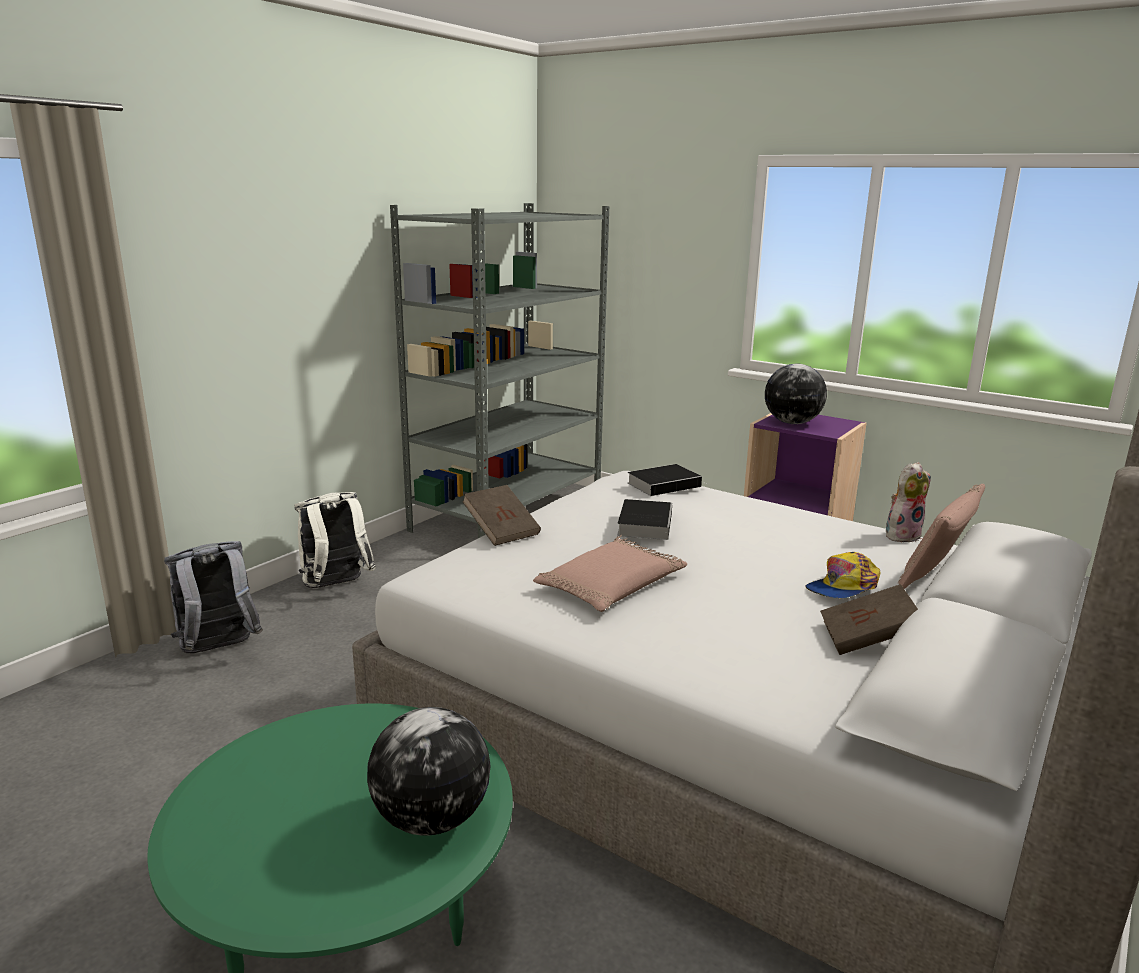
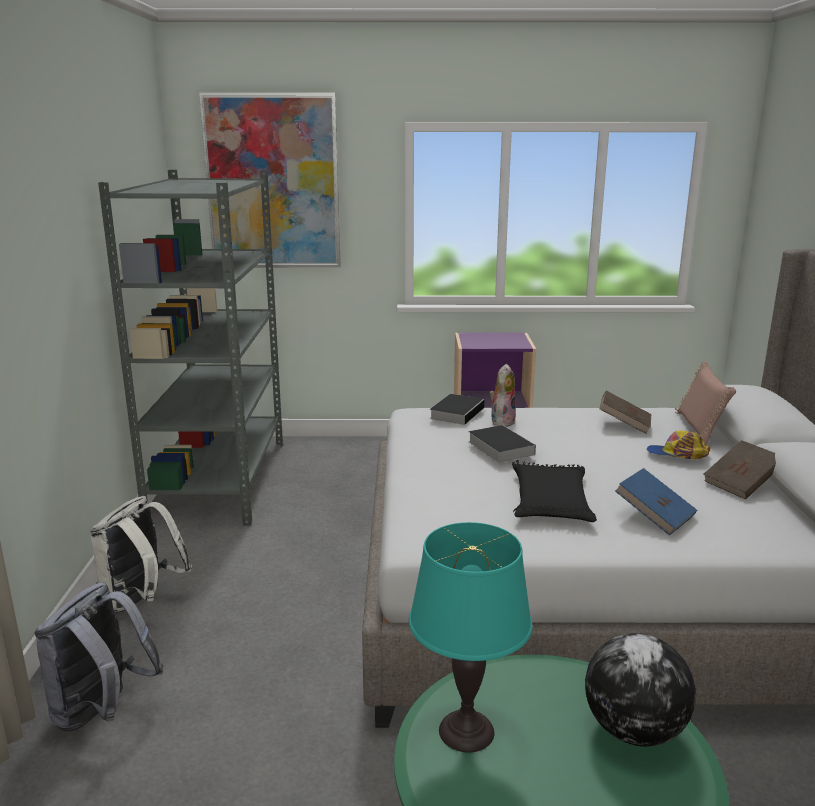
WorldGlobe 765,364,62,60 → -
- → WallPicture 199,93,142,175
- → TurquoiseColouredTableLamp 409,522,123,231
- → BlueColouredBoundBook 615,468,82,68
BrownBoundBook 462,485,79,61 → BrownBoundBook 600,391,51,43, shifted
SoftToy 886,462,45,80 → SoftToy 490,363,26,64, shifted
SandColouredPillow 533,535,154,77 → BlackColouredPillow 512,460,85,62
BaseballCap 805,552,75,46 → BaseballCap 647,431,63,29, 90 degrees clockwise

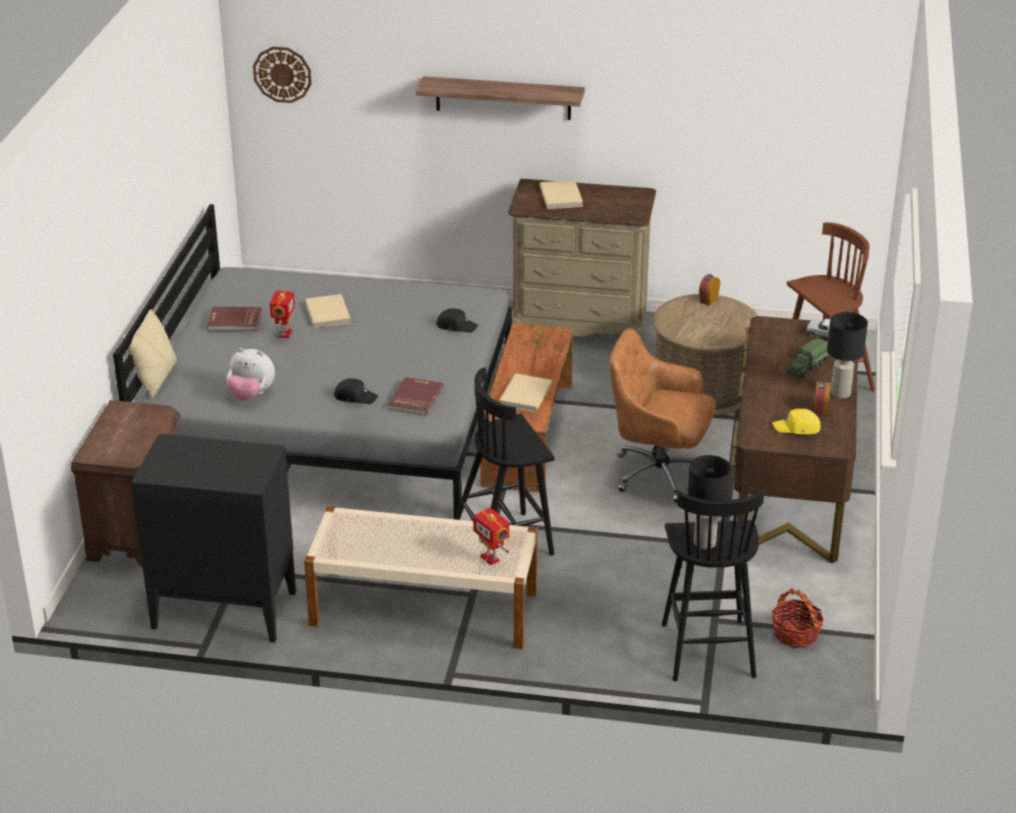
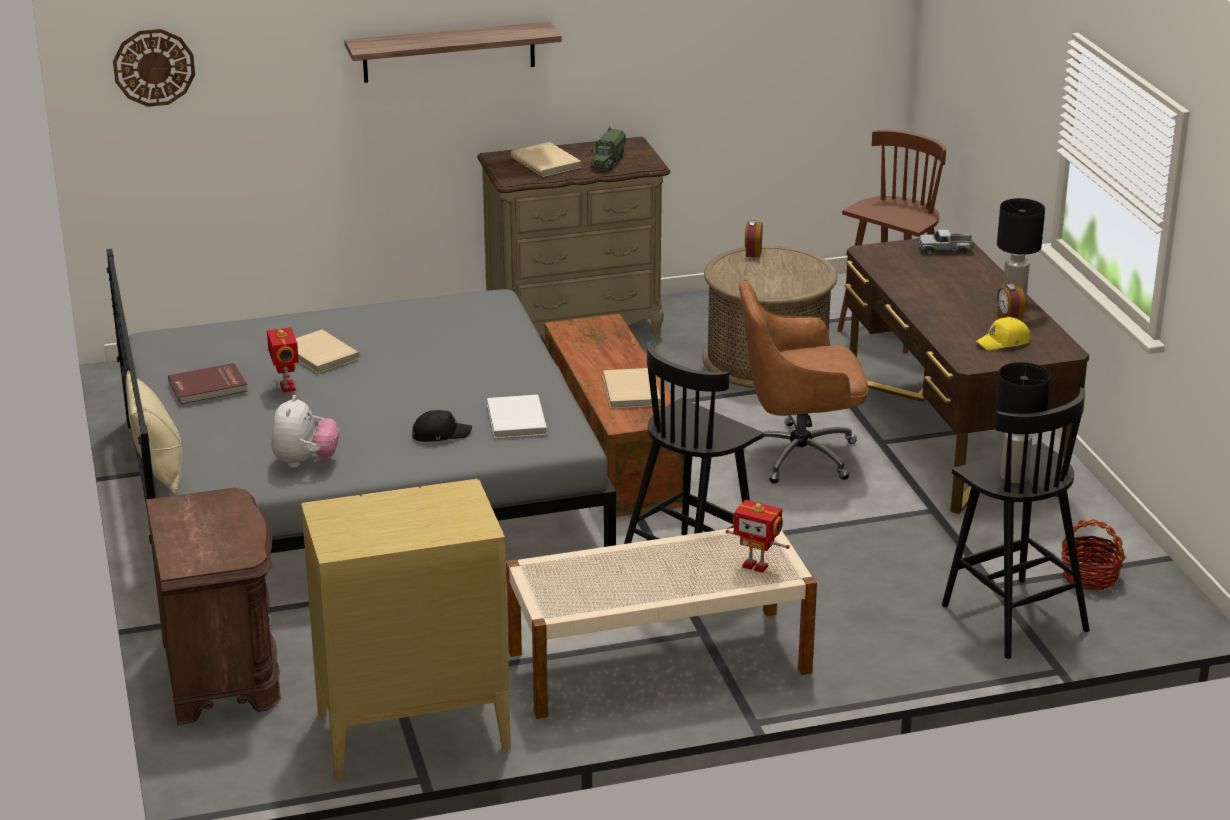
BlackColouredBaseballCap 436,308,42,25 → -
ToyTruck 786,336,43,41 → ToyTruck 590,126,36,44, shifted
BlackColouredDrawerChest 131,434,165,209 → SandColouredDrawerChest 301,479,210,300
RedColouredBoundBook 388,377,55,39 → WhiteBoundBook 487,395,60,43
SoftToy 226,348,49,53 → SoftToy 271,395,68,73, 75 degrees counterclockwise

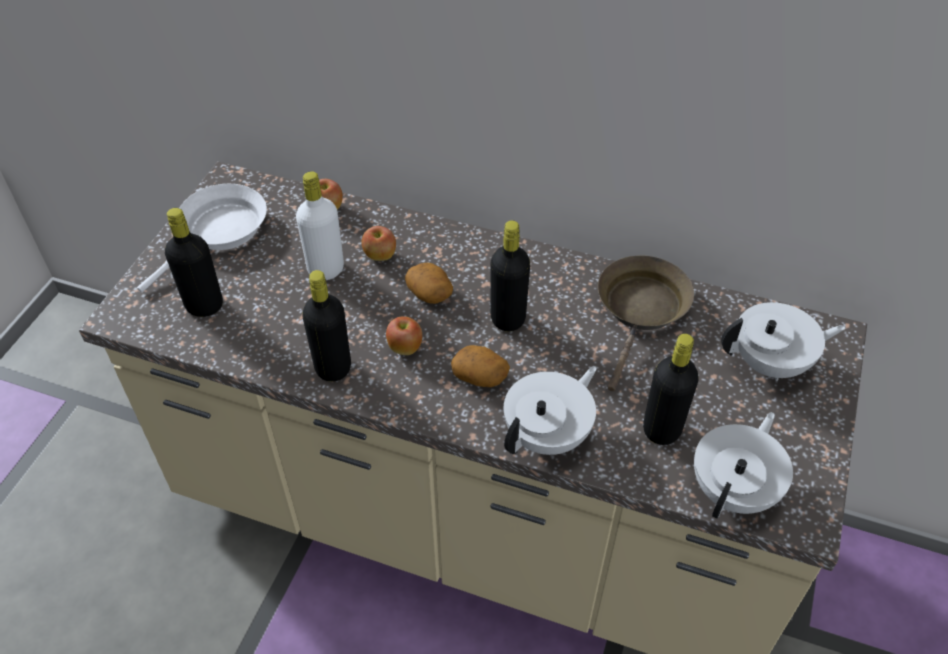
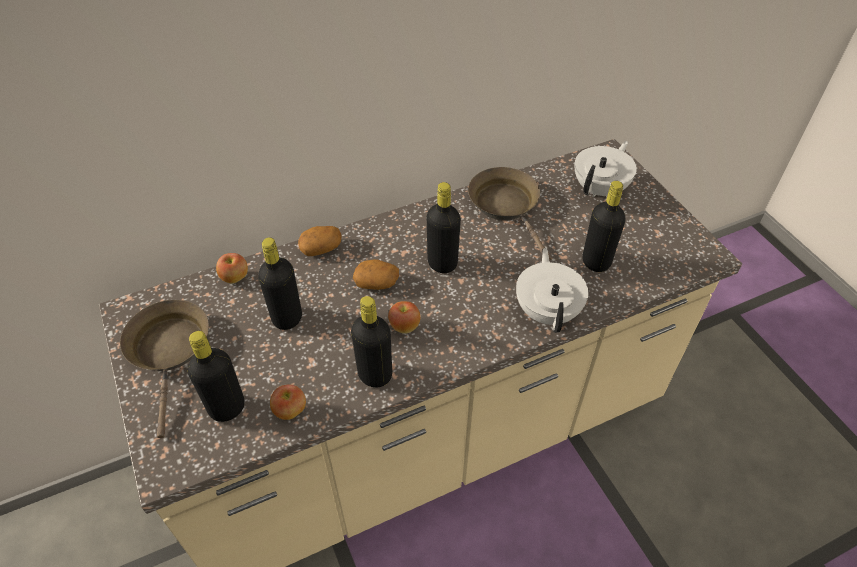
WhiteTeapot 694,412,99,107 → -
Apple 362,226,34,35 → Apple 270,384,36,36, shifted
WholePotato 451,345,59,42 → WholePotato 298,226,44,30, shifted
WhiteSkillet 137,184,130,109 → BrownSkillet 120,300,89,138
WhiteBeverageBottle 296,171,48,109 → BlackColouredBeverageBottle 258,237,44,93

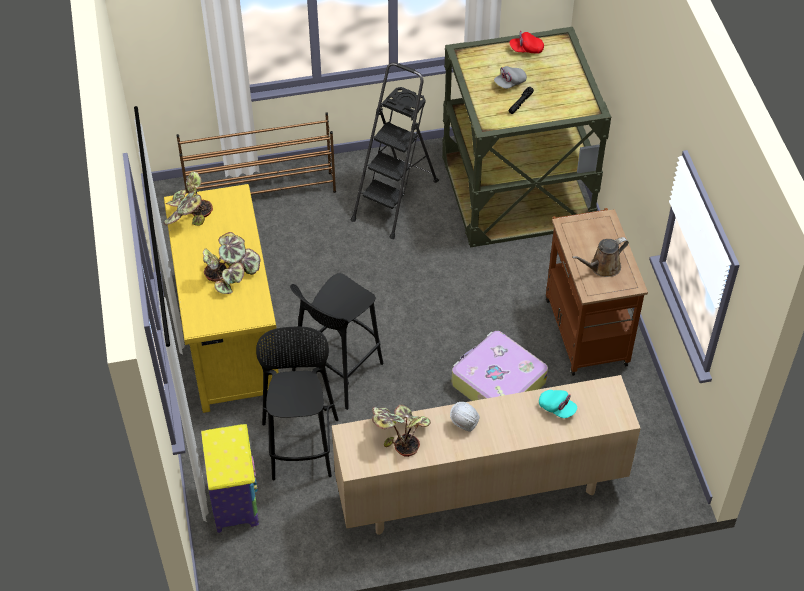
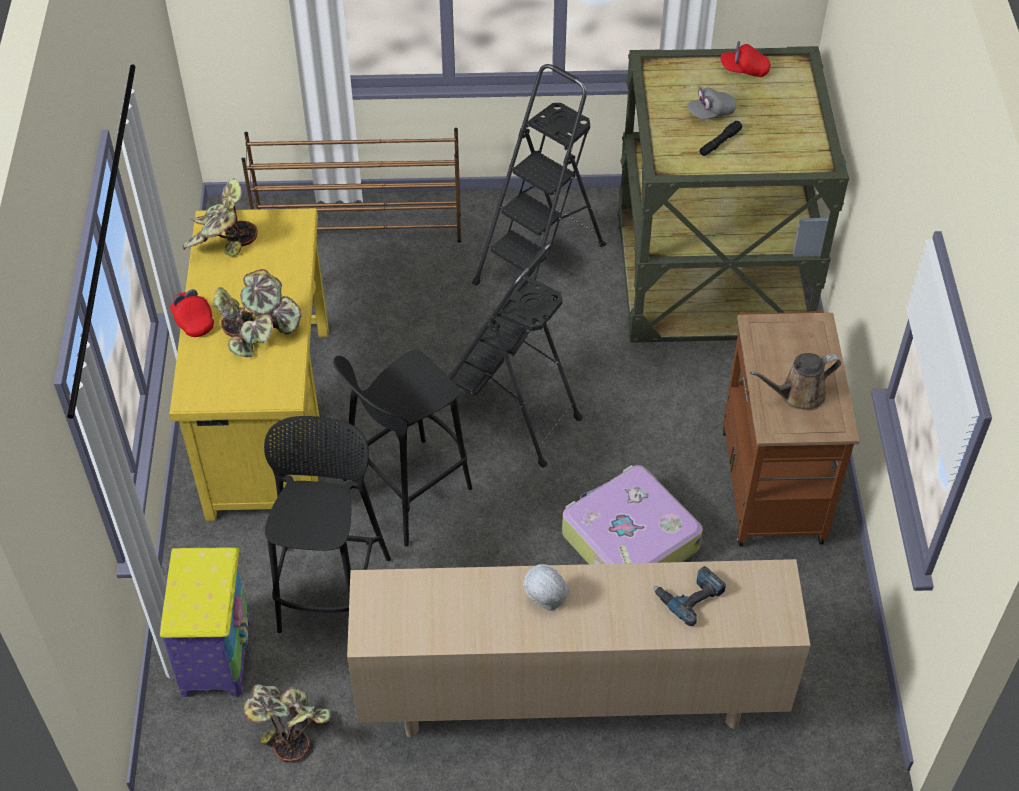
- → RedColouredBaseballCap 170,289,44,48
- → StepLadder 448,242,135,225
PlantInAPot 372,405,59,52 → PlantInAPot 243,684,88,78, shifted
TurquoiseColouredBaseballCap 539,390,38,28 → ElectricDrill 653,566,73,60

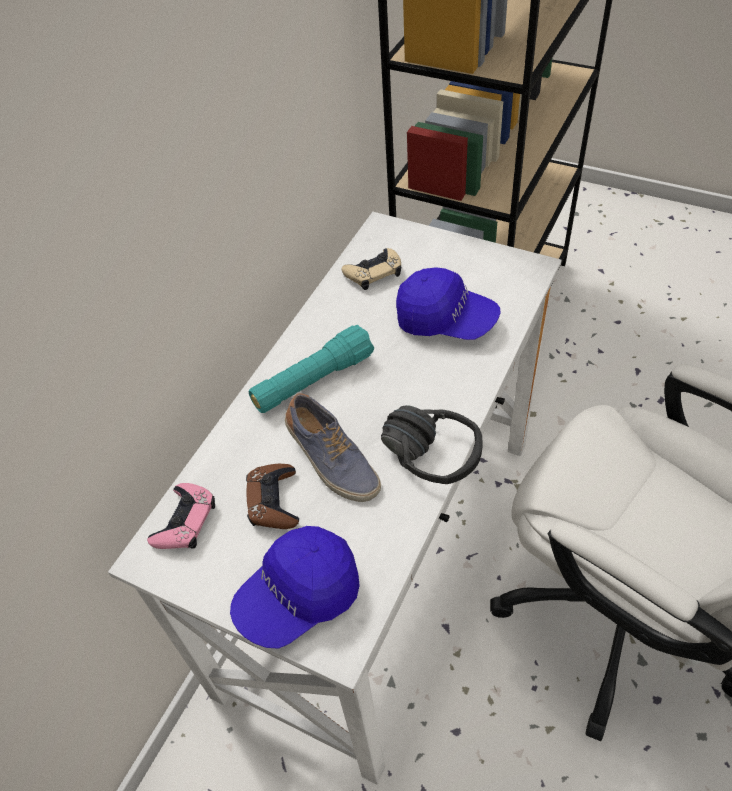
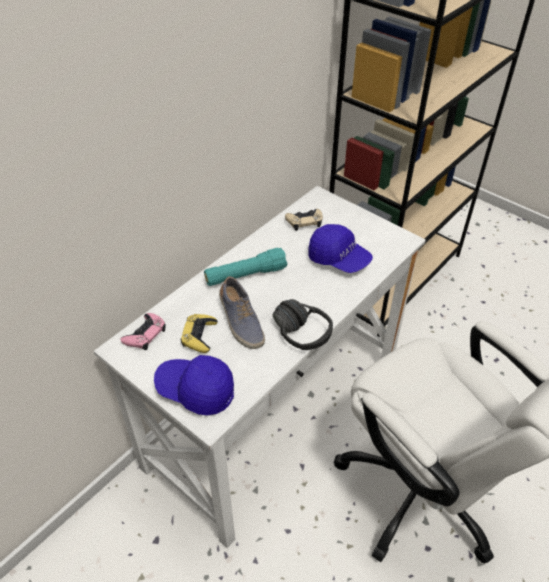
BrownGameController 246,464,53,65 → YellowGameController 181,314,36,39
BlueColouredBaseballCap 230,526,130,123 → BlueColouredBaseballCap 154,355,80,60, 45 degrees clockwise

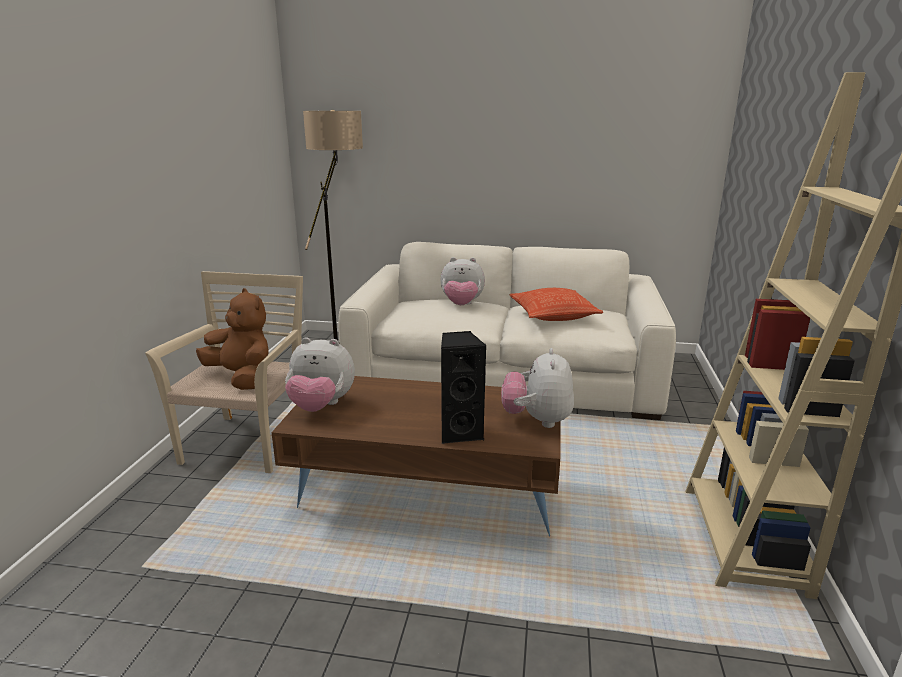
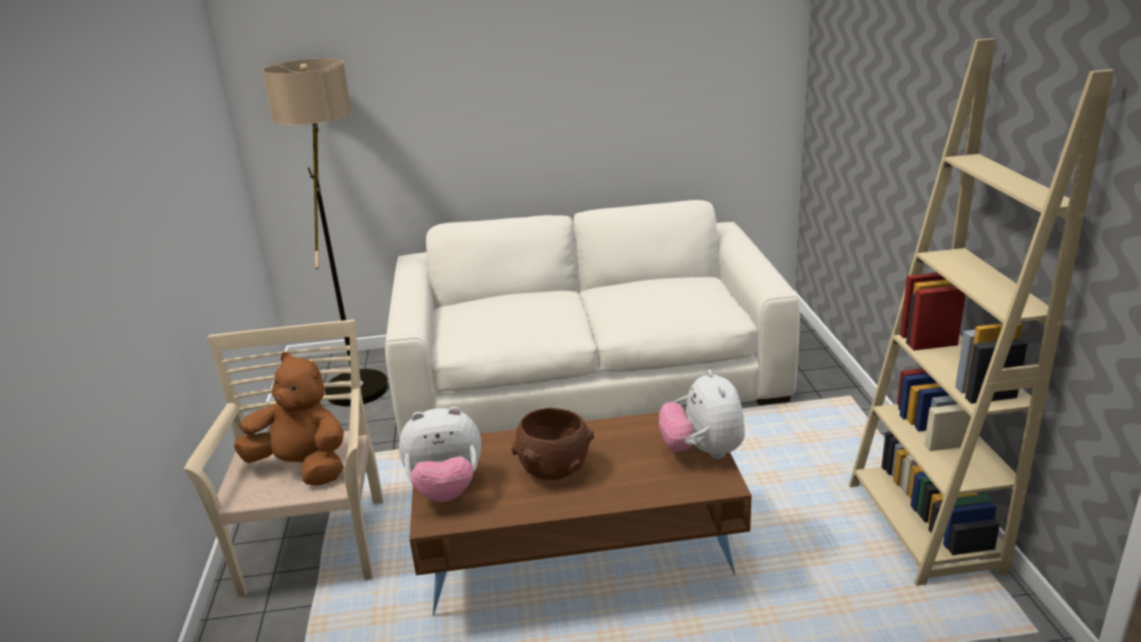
SoftToy 440,257,45,48 → -
BlackColouredSpeaker 441,331,46,113 → -
OrangePillow 509,288,94,33 → -
- → BrownDeepDish 512,408,82,72

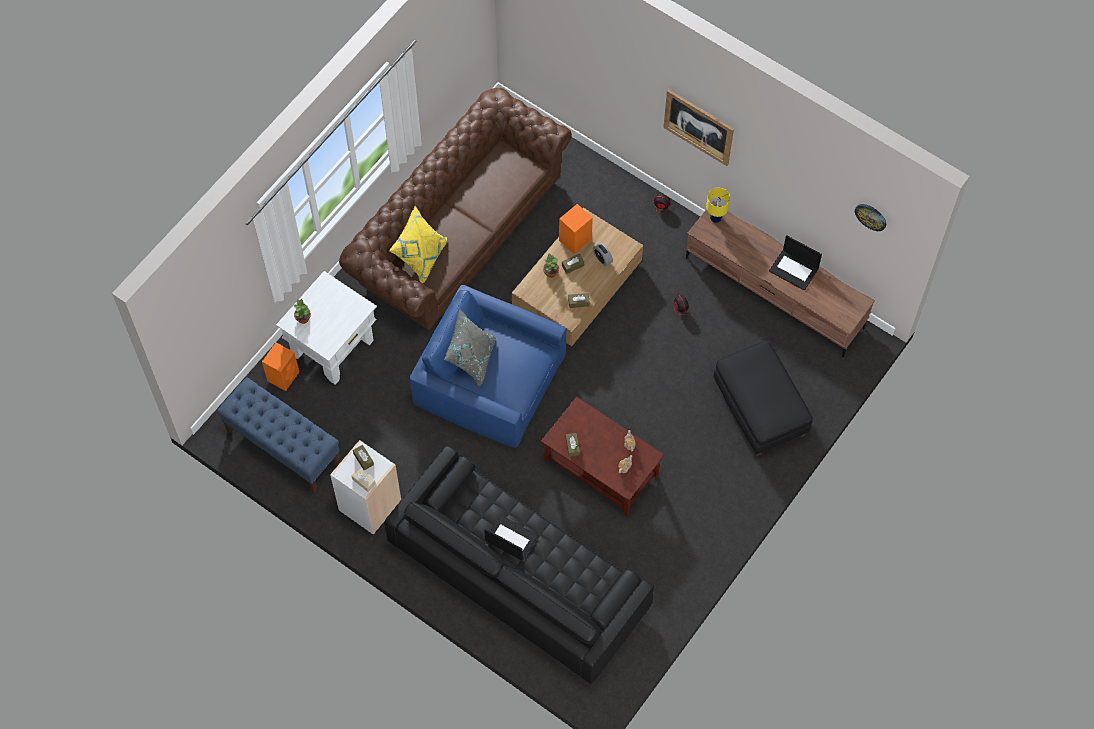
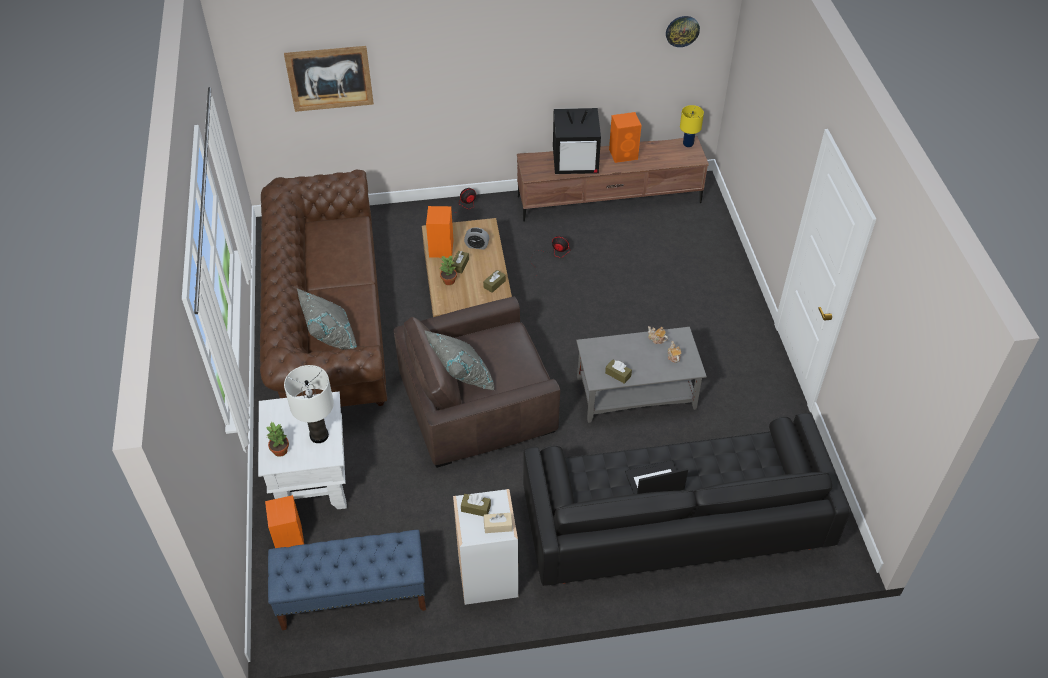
BlackColouredFootrest 713,341,100,115 → -
- → WhiteTableLamp 284,365,50,78
- → Tv 553,108,48,66
WallPicture 663,89,71,77 → WallPicture 284,46,90,66, shifted
YellowTableLamp 706,188,24,35 → YellowTableLamp 680,105,24,42, shifted
NotebookComputer 769,235,53,56 → OrangeSpeaker 609,112,32,51
YellowPillow 389,206,58,77 → GreyPillow 297,288,60,62
BlueColouredEasyChair 410,285,156,163 → BrownEasyChair 394,297,166,171
BrownLoungeTable 541,397,123,119 → GreyLoungeTable 576,327,131,96

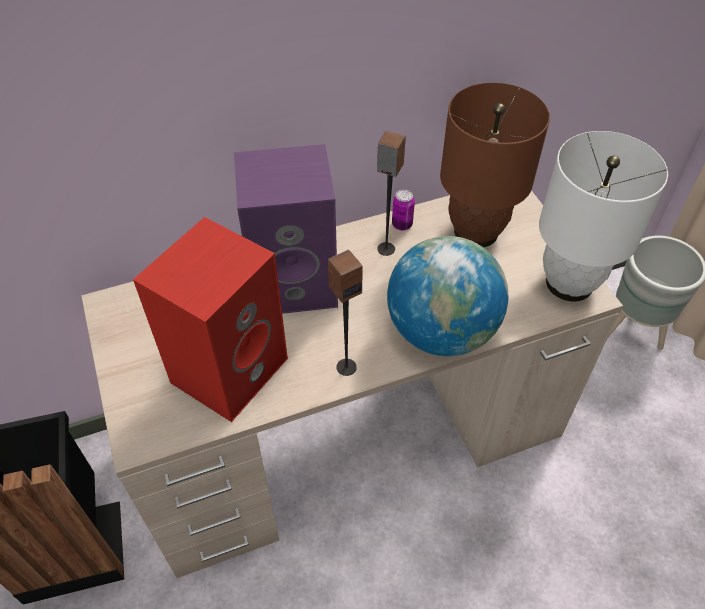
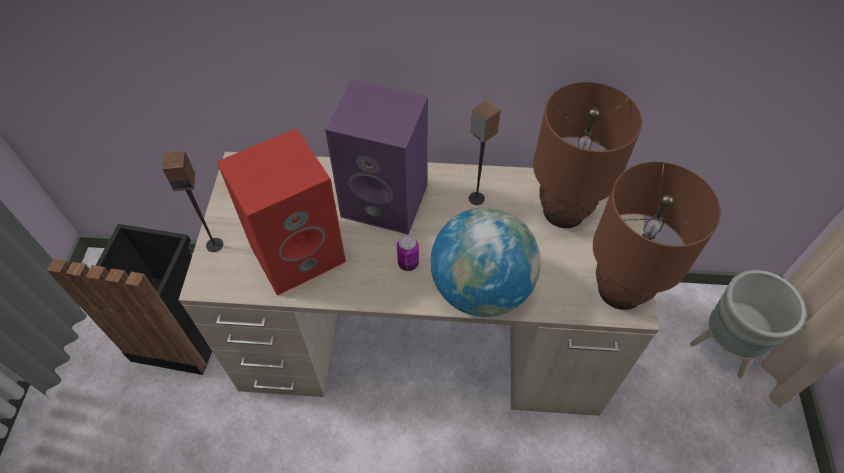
Speaker 328,250,35,126 → Speaker 162,151,61,101, shifted
MetalCan 392,189,23,41 → MetalCan 397,235,22,36, shifted
WhiteTableLamp 539,131,129,170 → BrownTableLamp 593,162,128,148

